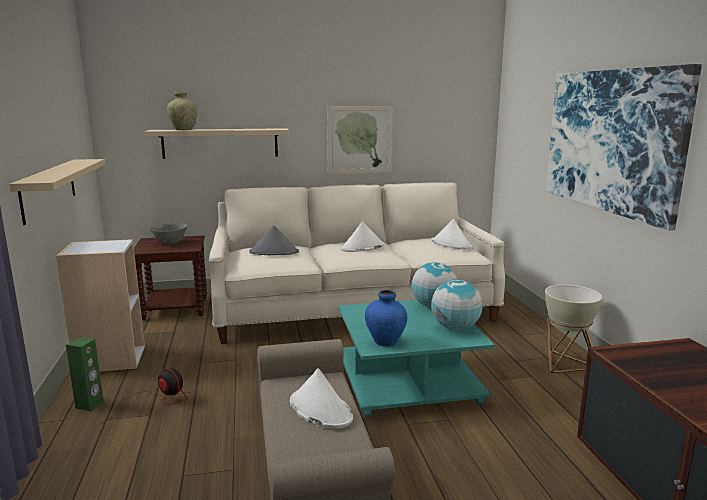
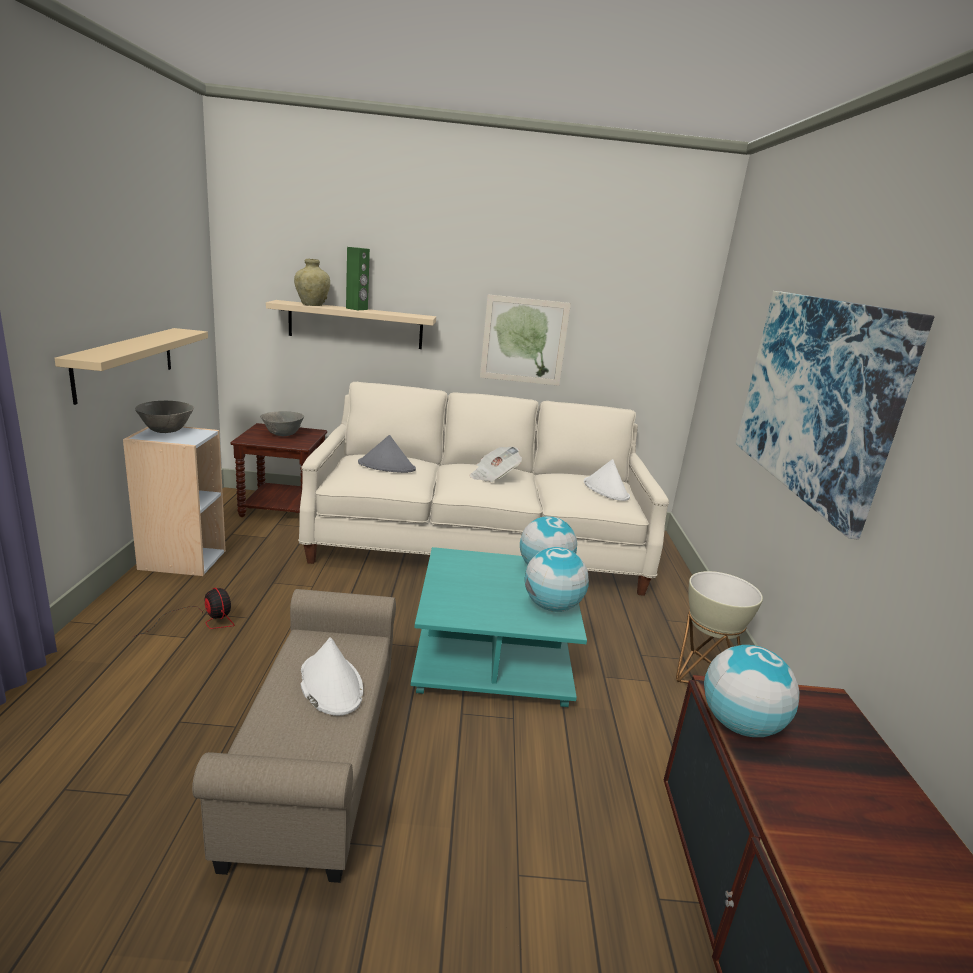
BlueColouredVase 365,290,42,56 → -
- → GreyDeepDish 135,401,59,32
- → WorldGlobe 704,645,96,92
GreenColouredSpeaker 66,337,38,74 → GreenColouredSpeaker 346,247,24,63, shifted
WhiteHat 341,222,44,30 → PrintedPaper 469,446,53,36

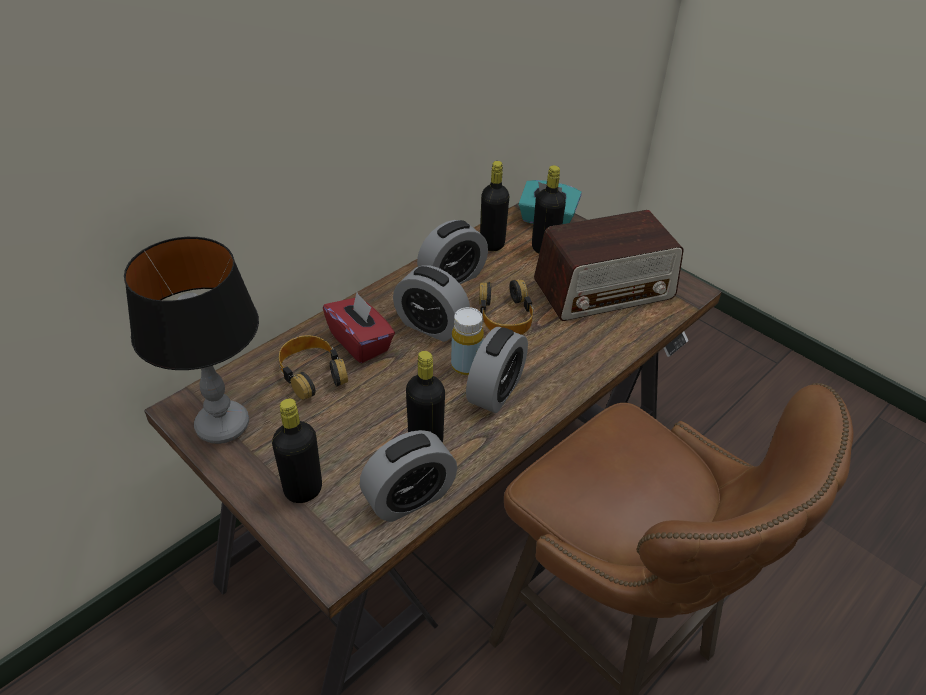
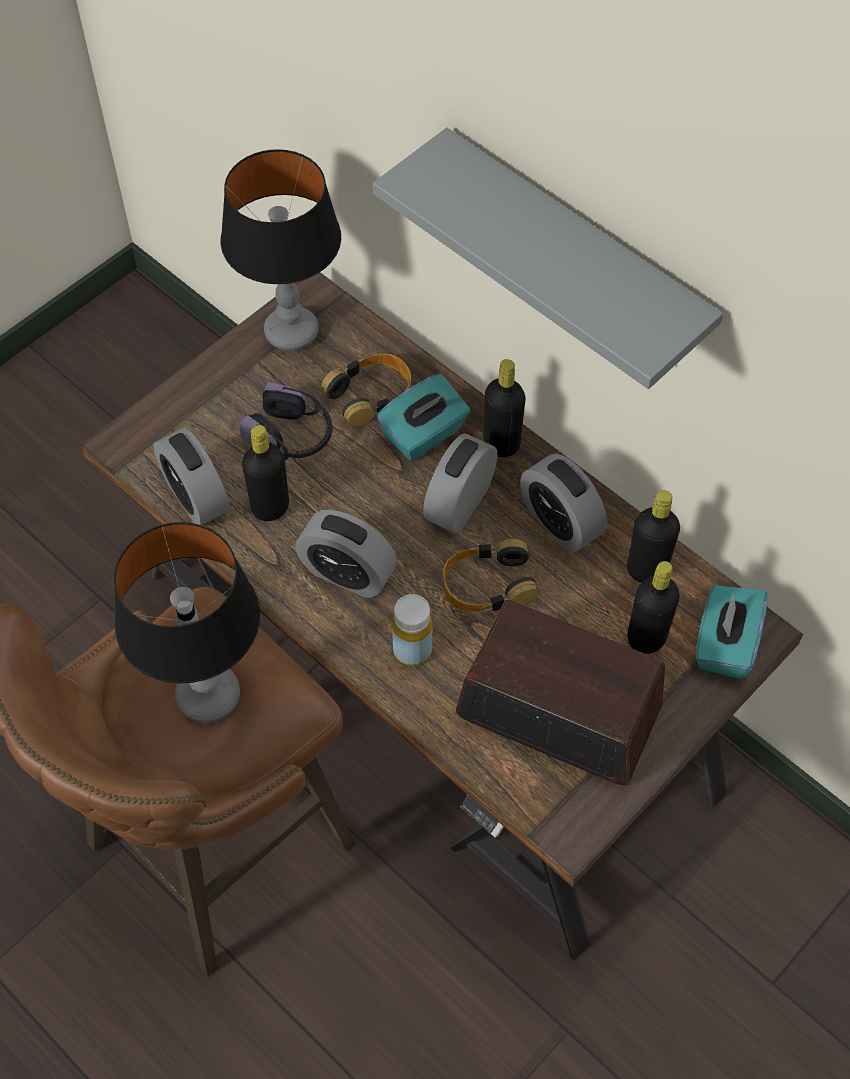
- → TableLamp 114,522,146,201
- → Headset 239,382,93,78
- → GreyBracketShelf 373,128,350,261
BlackColouredBeverageBottle 272,398,50,105 → BlackColouredBeverageBottle 484,359,42,98, shifted
YellowBeverageBottle 451,307,33,68 → YellowBeverageBottle 392,594,40,72, shifted
RedColouredBoxOfTissues 323,292,72,71 → TurquoiseColouredBoxOfTissues 377,374,93,87
Radio 534,210,149,111 → Radio 456,599,209,186, 135 degrees clockwise

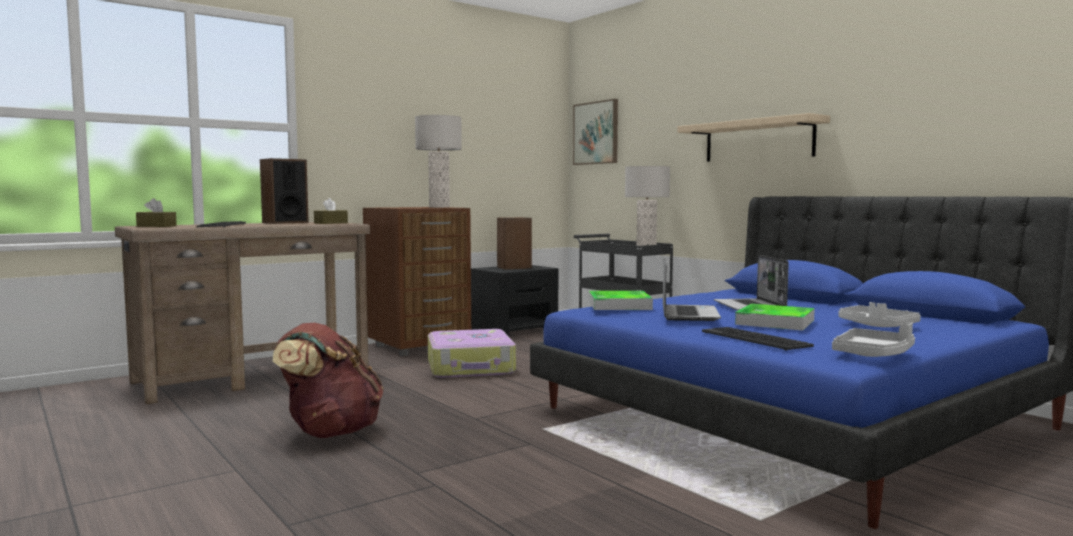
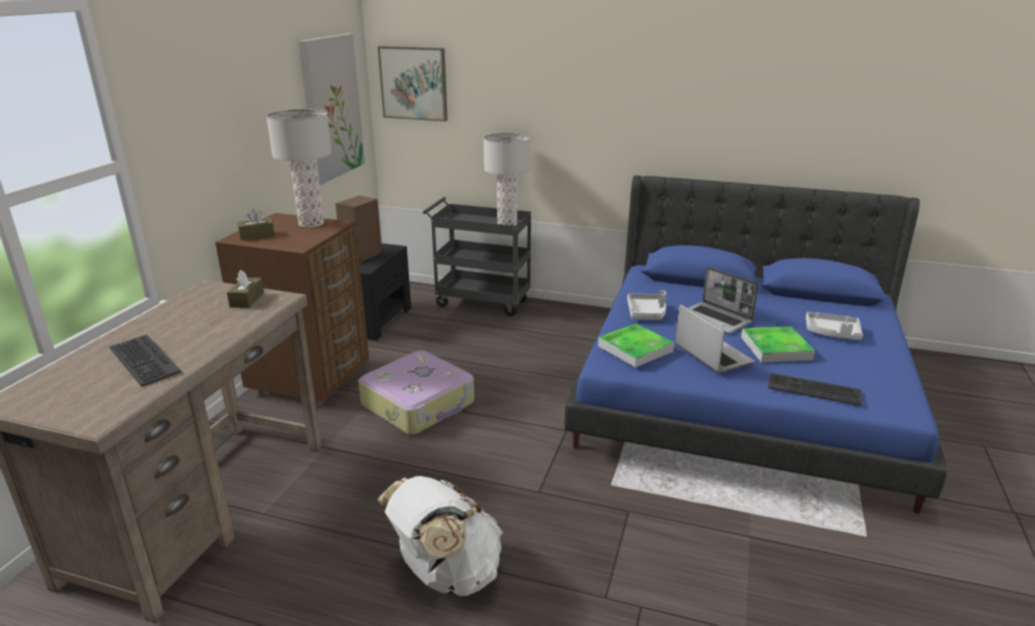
Speaker 260,158,49,66 → -
SandColouredBracketShelf 677,113,153,49 → -
- → WallPicture 298,33,67,152
BrownBoxOfTissues 136,198,41,29 → BrownBoxOfTissues 238,209,37,31, shifted
GreyCarryingTray 832,322,83,35 → GreyCarryingTray 627,290,39,30, shifted
BrownBackpack 273,323,111,115 → WhiteBackpack 378,476,125,120

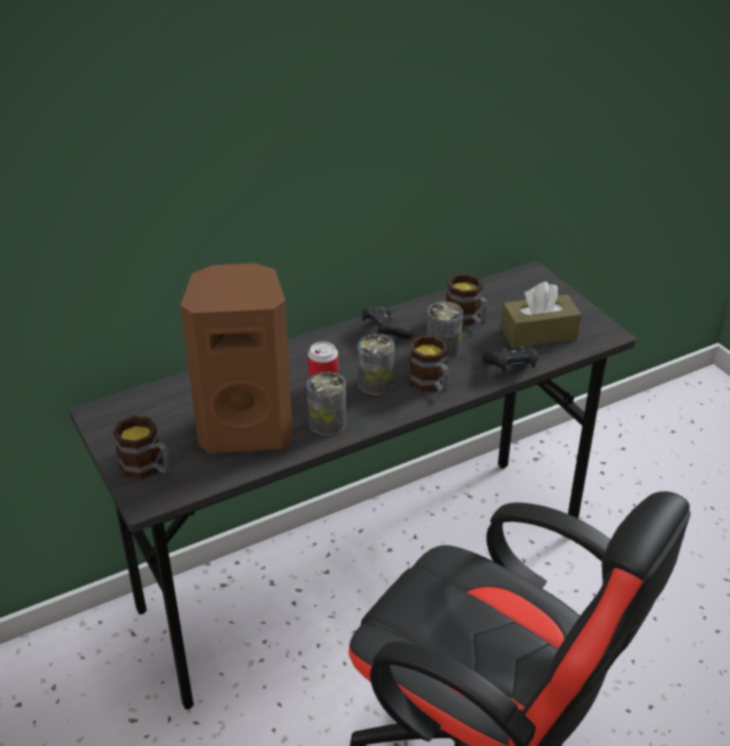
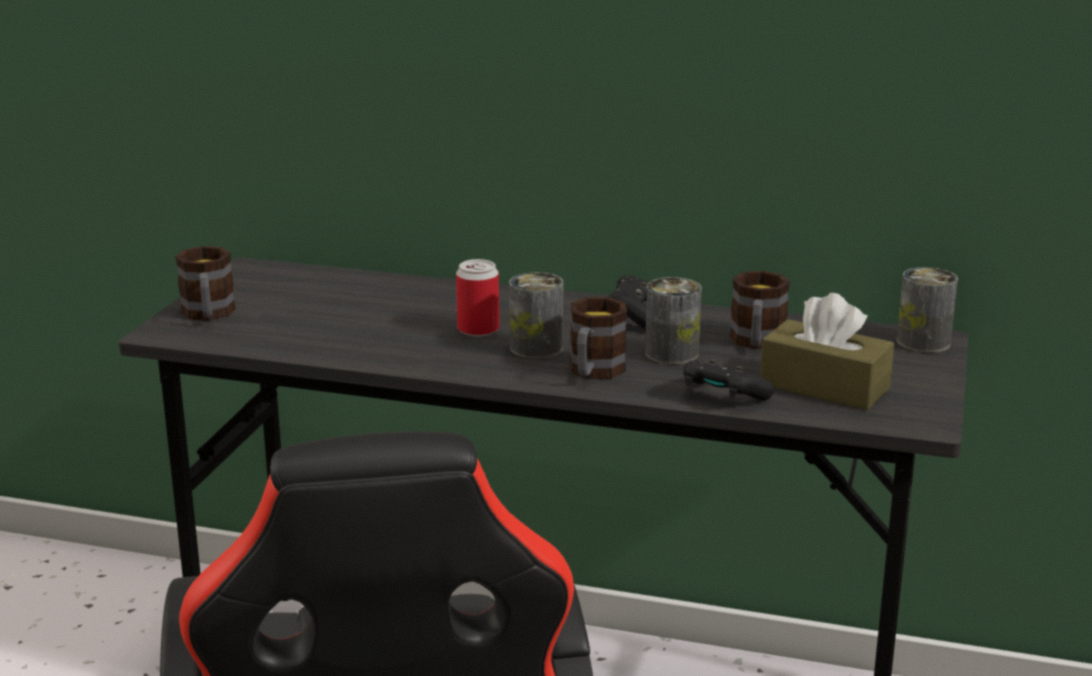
BrownSpeaker 181,263,112,190 → -
MetalCan 307,372,39,64 → MetalCan 896,267,62,86, shifted

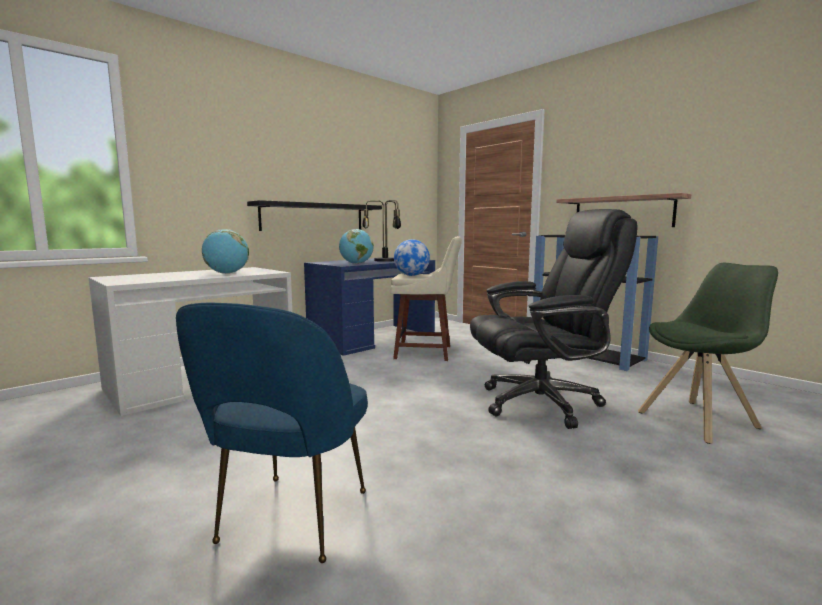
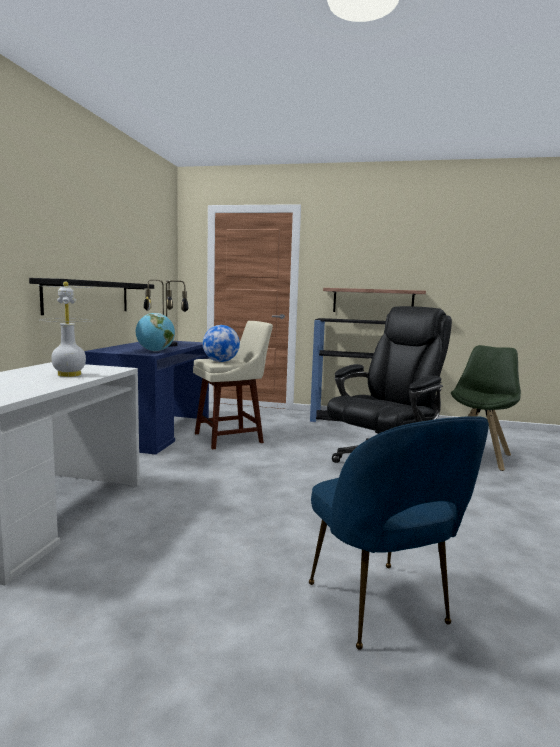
WorldGlobe 202,229,47,45 → WhiteTableLamp 40,281,53,96

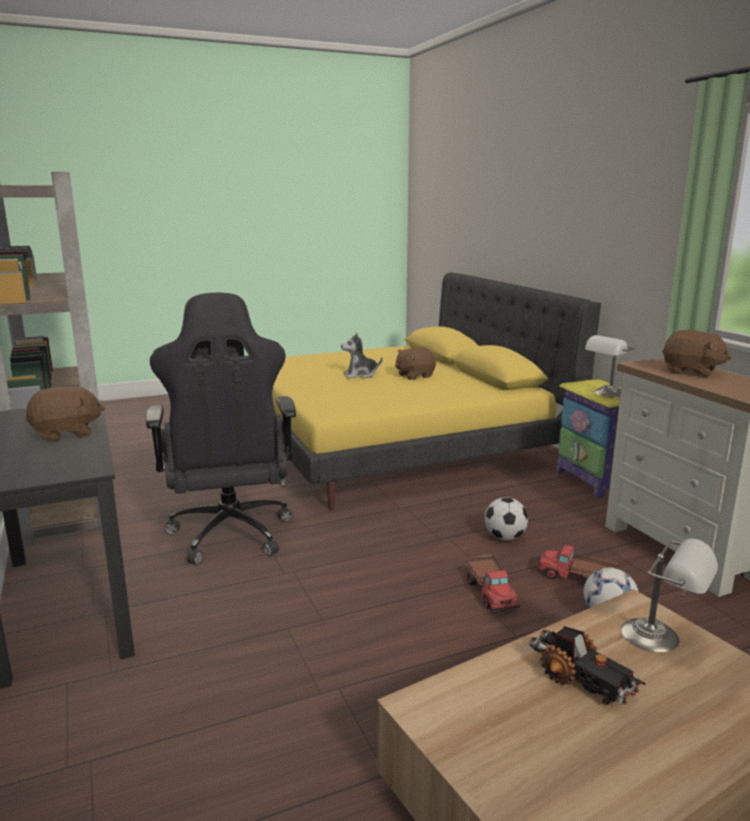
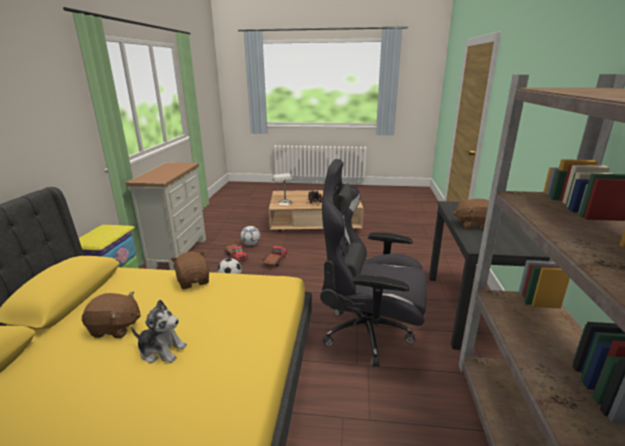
WhiteTableLamp 585,335,50,62 → -
BrownSoftToy 662,330,70,48 → BrownSoftToy 170,251,40,38, shifted
BlackColouredComputerChair 146,292,150,273 → BlackColouredComputerChair 320,159,106,208, 90 degrees counterclockwise

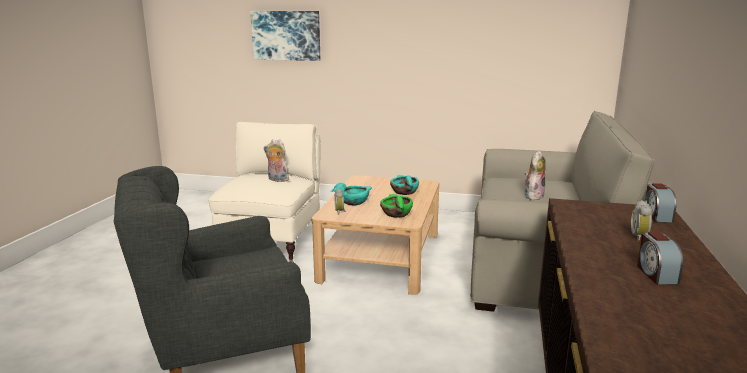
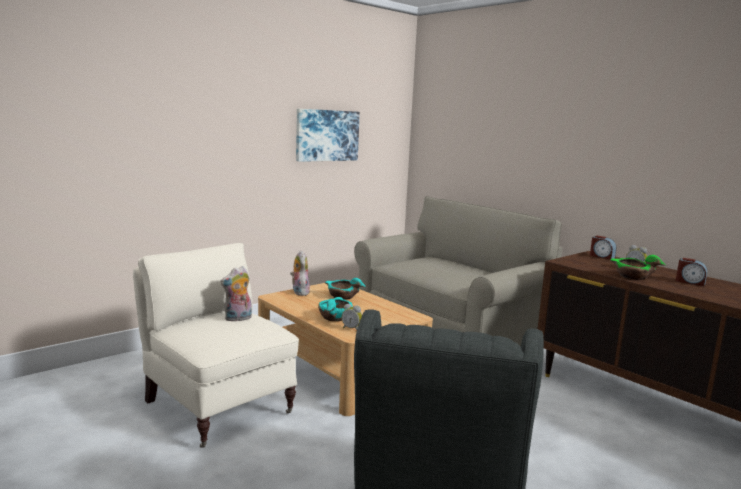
WallPicture 250,11,70,50 → WallPicture 296,109,64,53, shifted
GreenColouredDeepDish 380,194,33,24 → GreenColouredDeepDish 610,255,56,25, shifted
SoftToy 525,151,21,49 → SoftToy 290,250,20,46, shifted

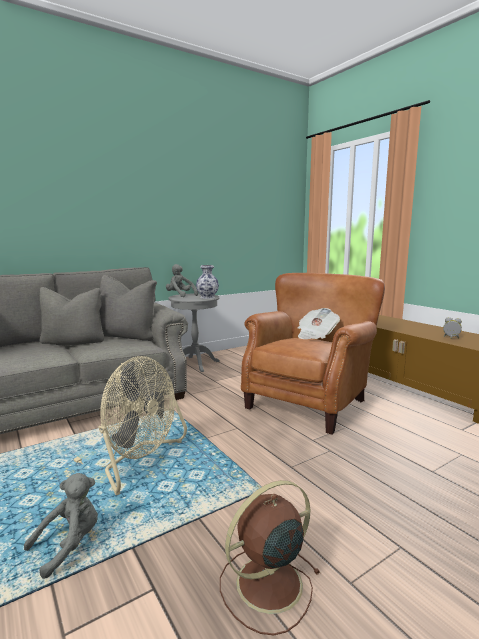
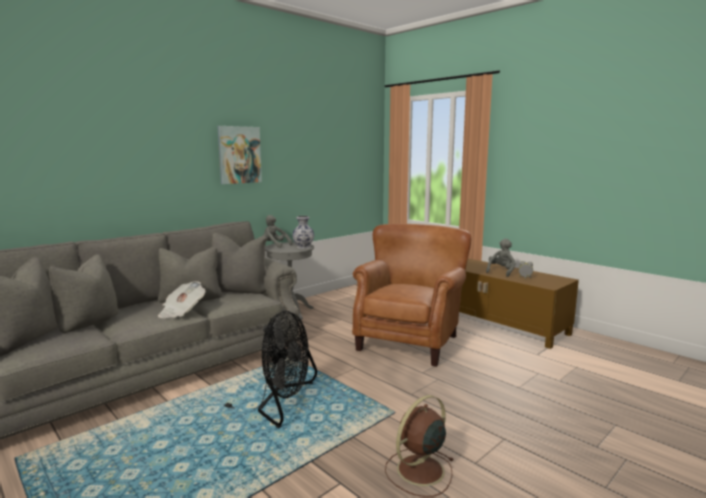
- → WallPicture 217,126,45,58
GreySoftToy 24,473,74,106 → GreySoftToy 486,239,30,38, shifted
PrintedPaper 298,308,42,31 → PrintedPaper 158,281,47,37, shifted
SandColouredElectricFan 73,356,114,139 → BlackColouredElectricFan 224,311,93,117

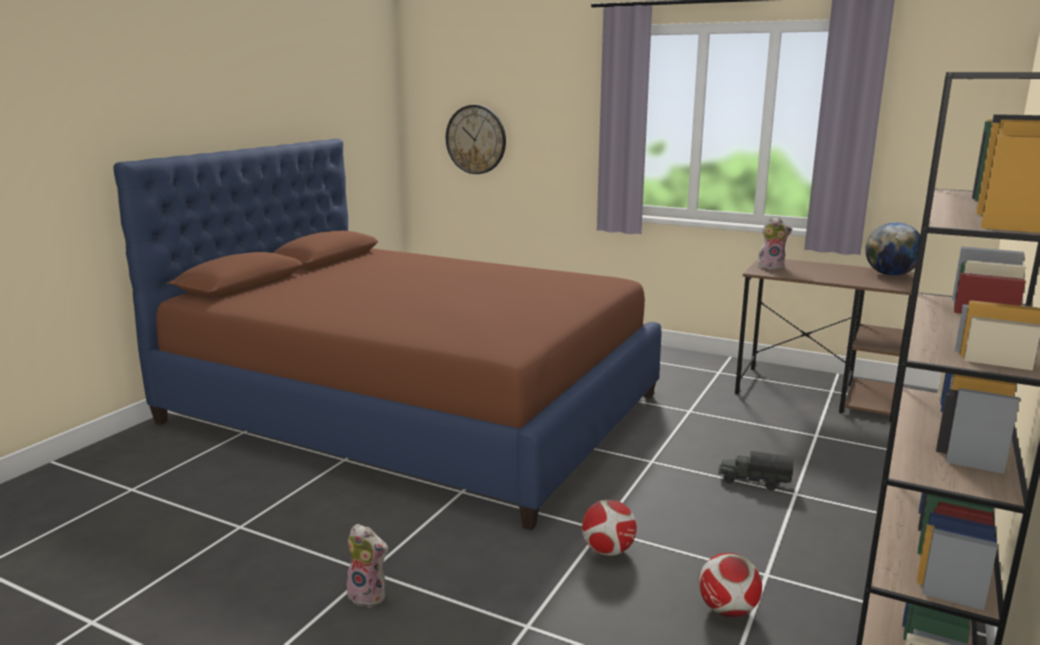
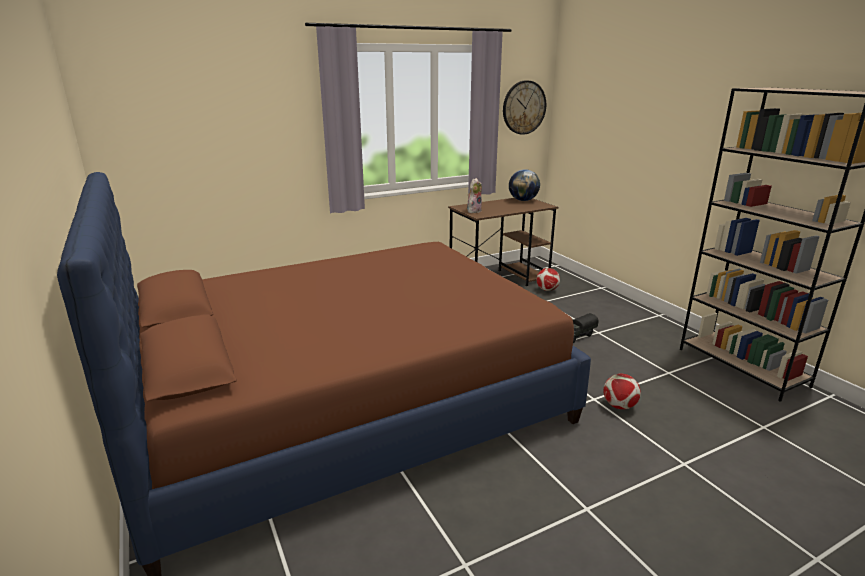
SoftToy 345,524,43,83 → -
HangingClock 446,105,60,69 → HangingClock 503,80,43,55, shifted
FootballBall 698,553,64,65 → FootballBall 537,268,23,23, shifted

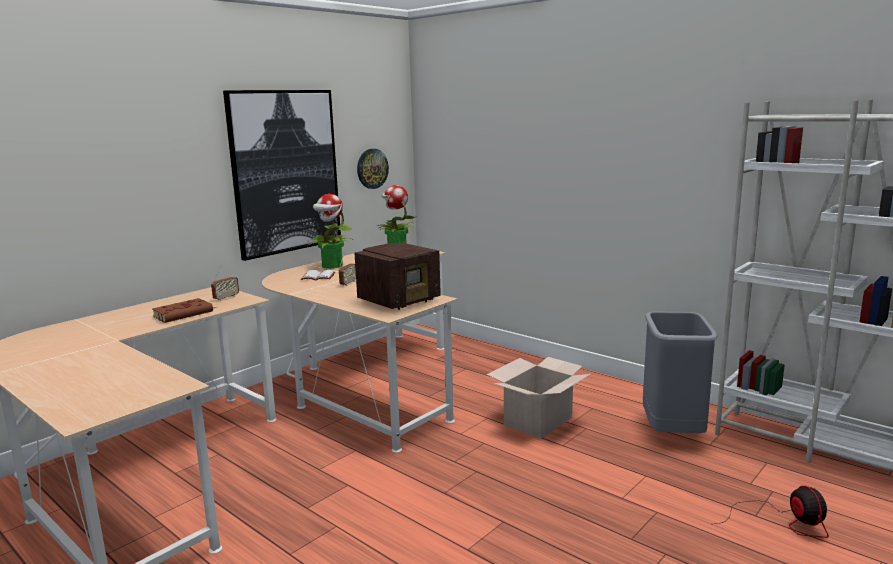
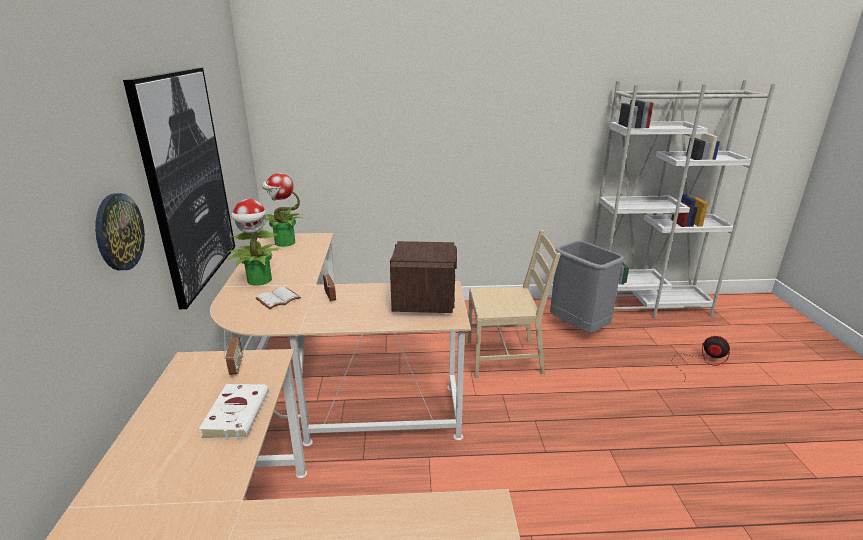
HangingClock 357,149,32,40 → HangingClock 95,193,50,77, shifted
CardboardBox 487,357,104,82 → SandColouredChair 468,230,93,148
BrownBoundBook 152,298,64,25 → WhiteBoundBook 199,384,70,56

